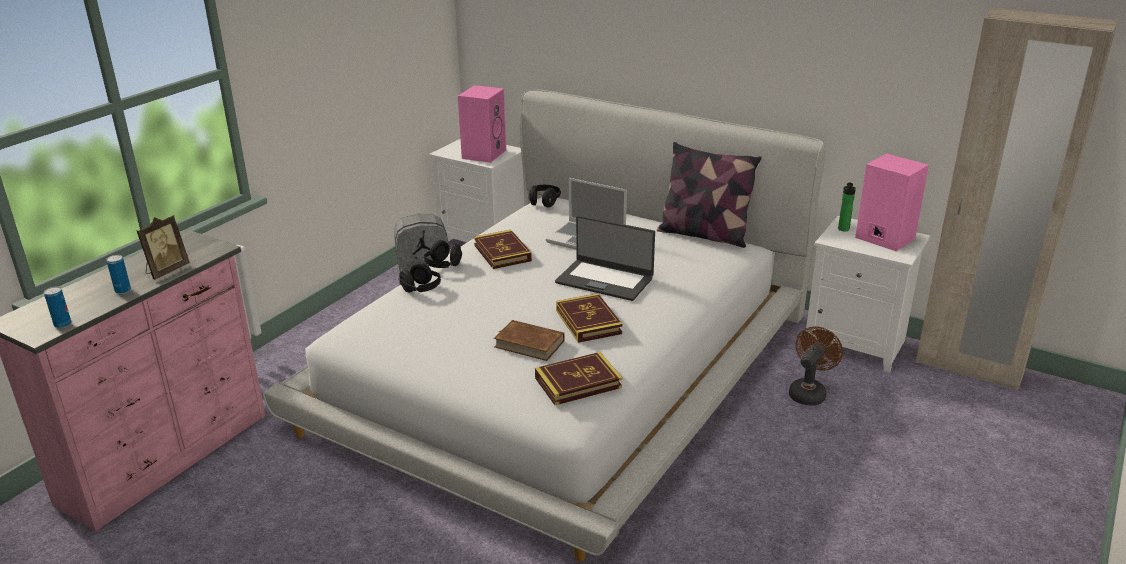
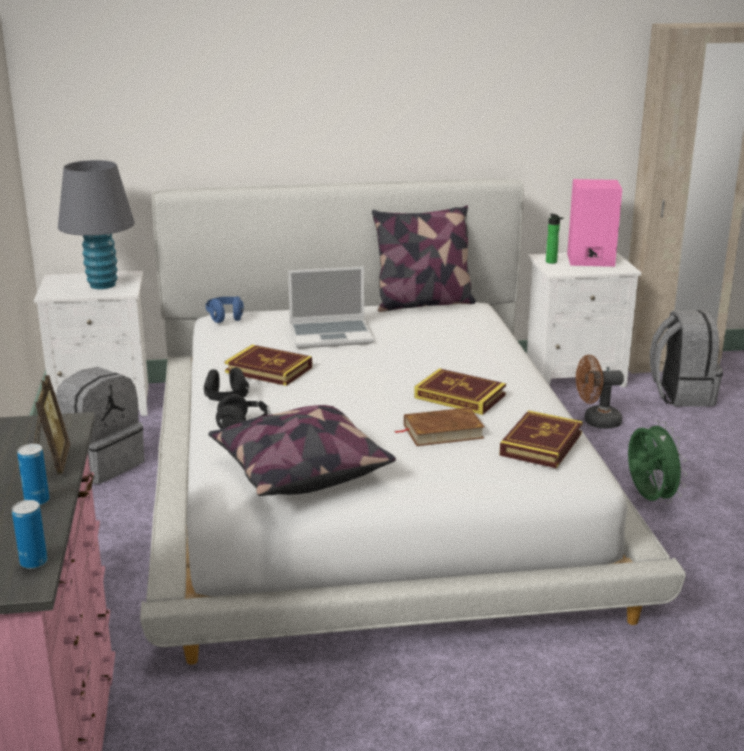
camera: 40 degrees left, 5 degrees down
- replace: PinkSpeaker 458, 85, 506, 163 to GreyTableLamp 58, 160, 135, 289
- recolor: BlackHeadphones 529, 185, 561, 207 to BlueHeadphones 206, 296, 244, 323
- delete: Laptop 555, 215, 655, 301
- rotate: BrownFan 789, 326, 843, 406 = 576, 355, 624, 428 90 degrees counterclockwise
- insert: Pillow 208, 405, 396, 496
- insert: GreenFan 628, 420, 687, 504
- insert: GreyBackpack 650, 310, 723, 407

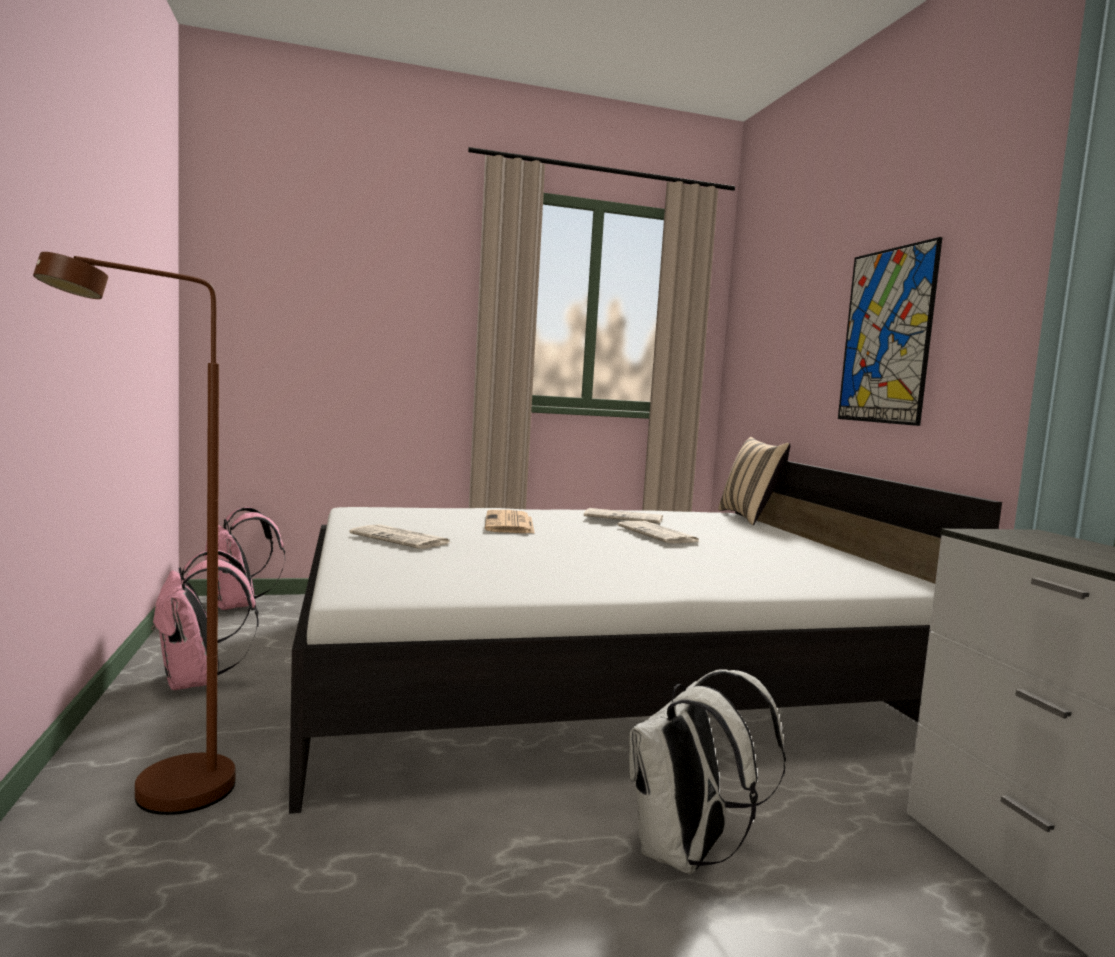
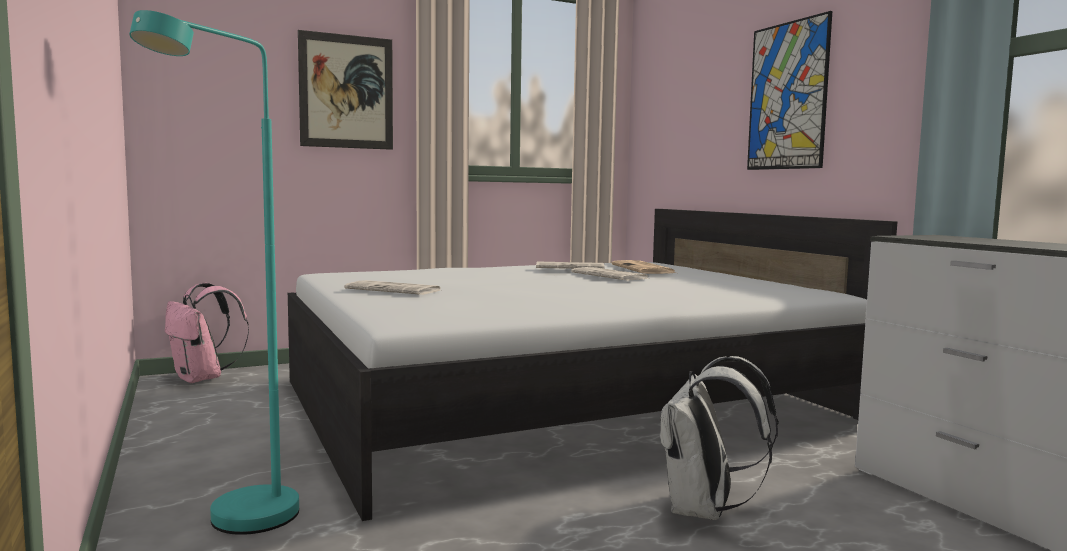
camera: 10 degrees left, 0 degrees up
- recolor: BrownFloorLamp 33, 252, 235, 815 to TurquoiseFloorLamp 129, 10, 299, 535
- delete: PinkBackpack 152, 550, 259, 690
- move: Newspaper 485, 510, 535, 534 to 611, 260, 676, 274
- delete: BeigePillow 718, 437, 790, 525
- insert: Picture 298, 30, 393, 150

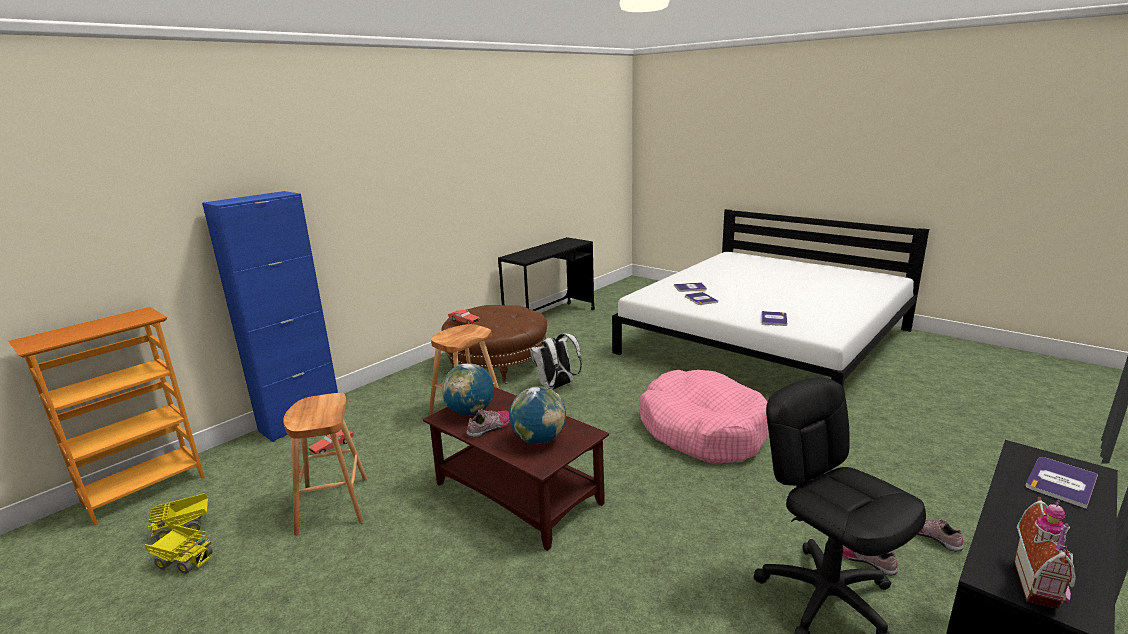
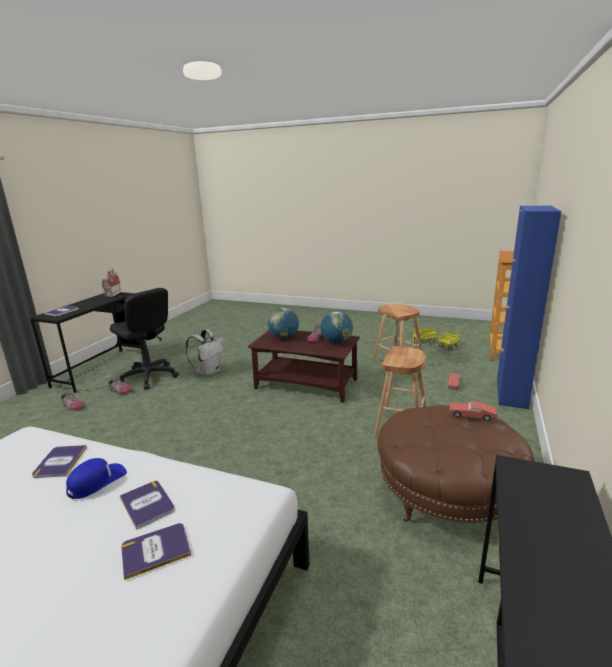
camera: 160 degrees right, 0 degrees up
- move: WhiteBackpack 530, 333, 582, 390 to 186, 329, 224, 377
- delete: PinkDogBed 639, 370, 769, 464
- insert: BlueCap 66, 458, 127, 499

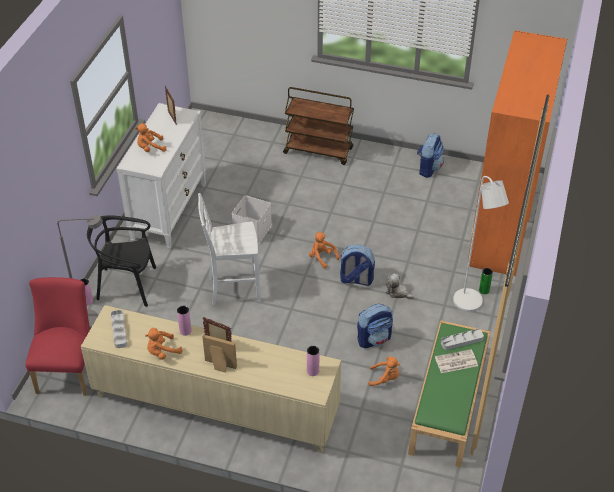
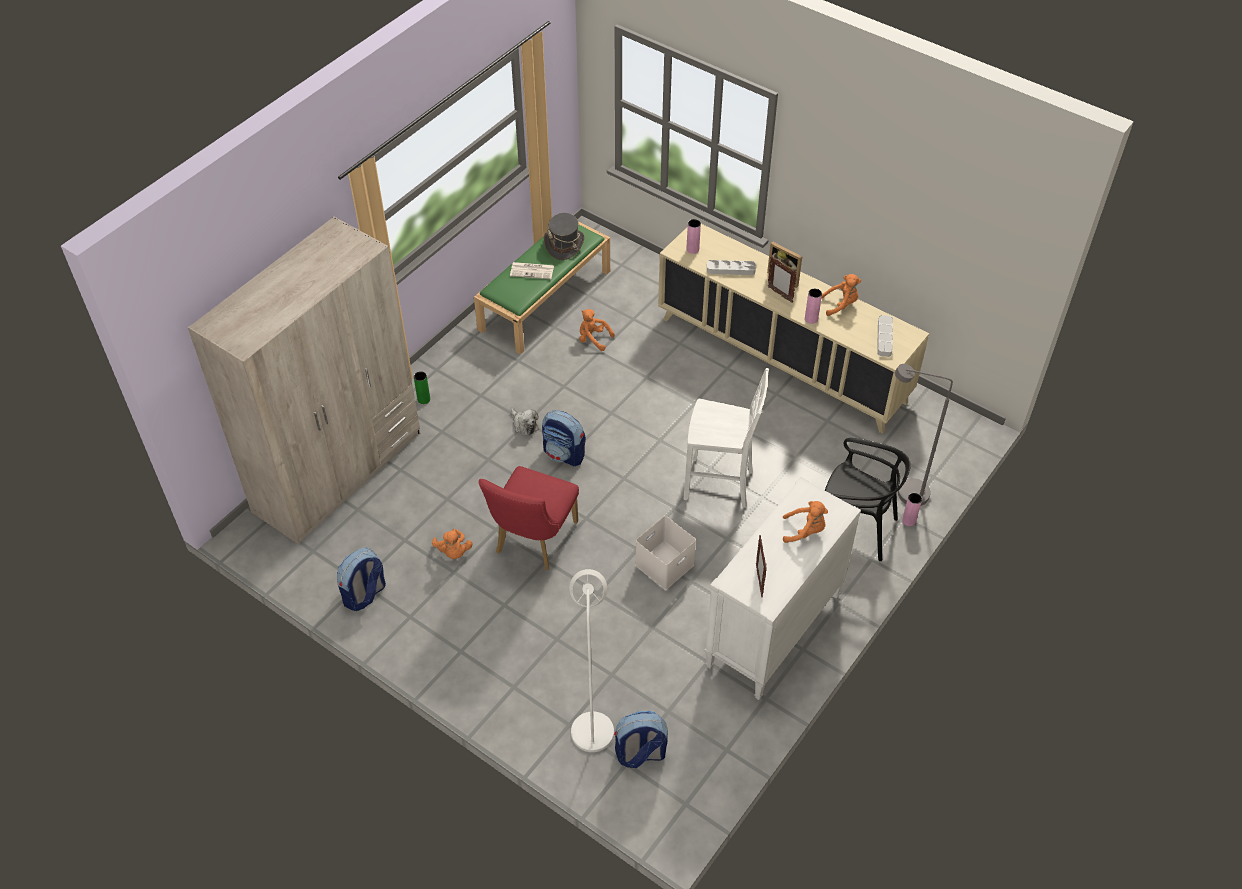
camera: 160 degrees left, 5 degrees up
- move: RedChair 25, 277, 90, 396 to 479, 466, 579, 570
- delete: BrownCart 283, 87, 354, 165
- move: OrangePlushToy 309, 232, 339, 268 to 432, 529, 472, 559
- move: Backpack 357, 304, 393, 348 to 614, 711, 668, 768
- move: GreyTray 441, 329, 484, 350 to 707, 260, 756, 275
- move: WhiteFloorLamp 453, 176, 509, 312 to 569, 569, 614, 752
- recolor: OrangeWardrobe 468, 30, 567, 276 to BeigeWardrobe 188, 216, 420, 544
- insert: GreyHat 544, 213, 584, 260

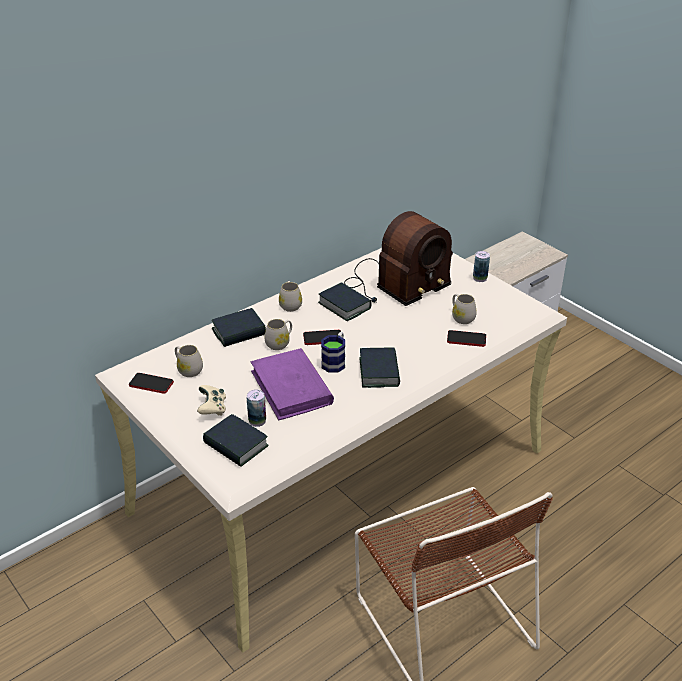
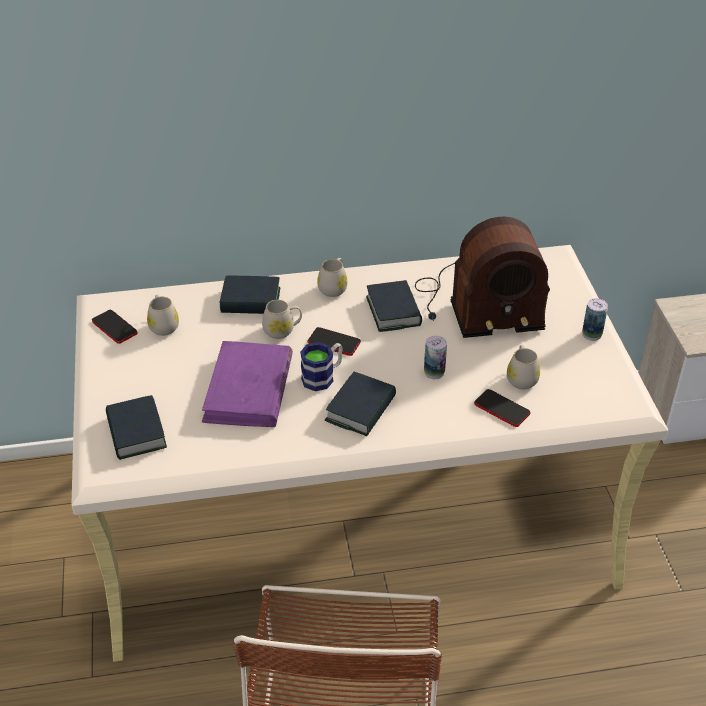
camera: 30 degrees right, 5 degrees up
- delete: BeigeGameController 197, 385, 226, 416
- move: Can 247, 389, 266, 427 to 424, 336, 447, 379

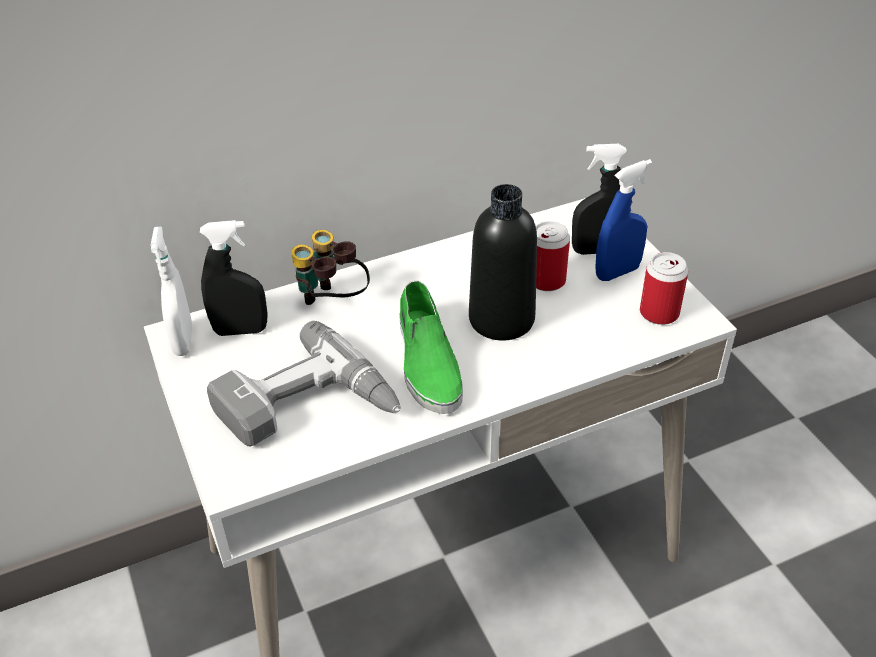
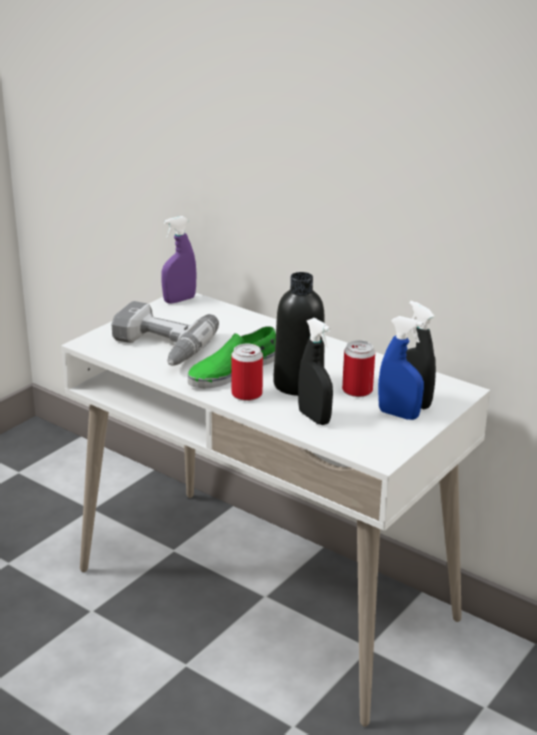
camera: 60 degrees right, 15 degrees down
- recolor: WhiteSprayBottle 151, 227, 192, 356 to PurpleSprayBottle 161, 216, 197, 304
- move: BlackSprayBottle 200, 220, 267, 336 to 298, 318, 333, 425
- delete: Binoculars 291, 230, 370, 305
- move: Can 640, 252, 688, 325 to 231, 344, 263, 401

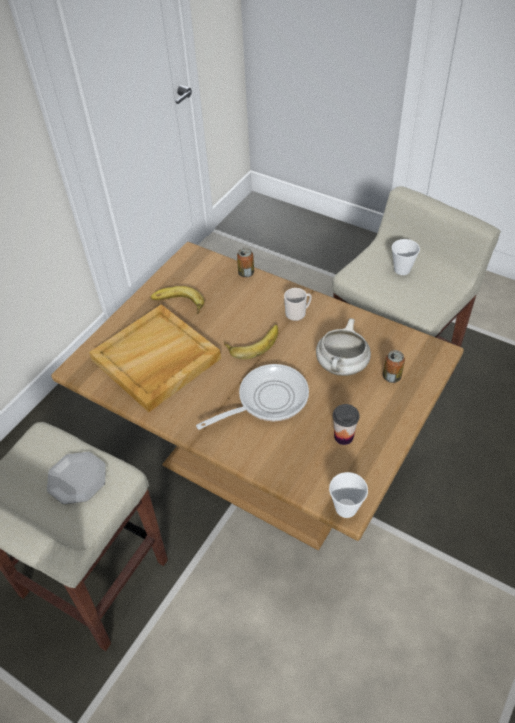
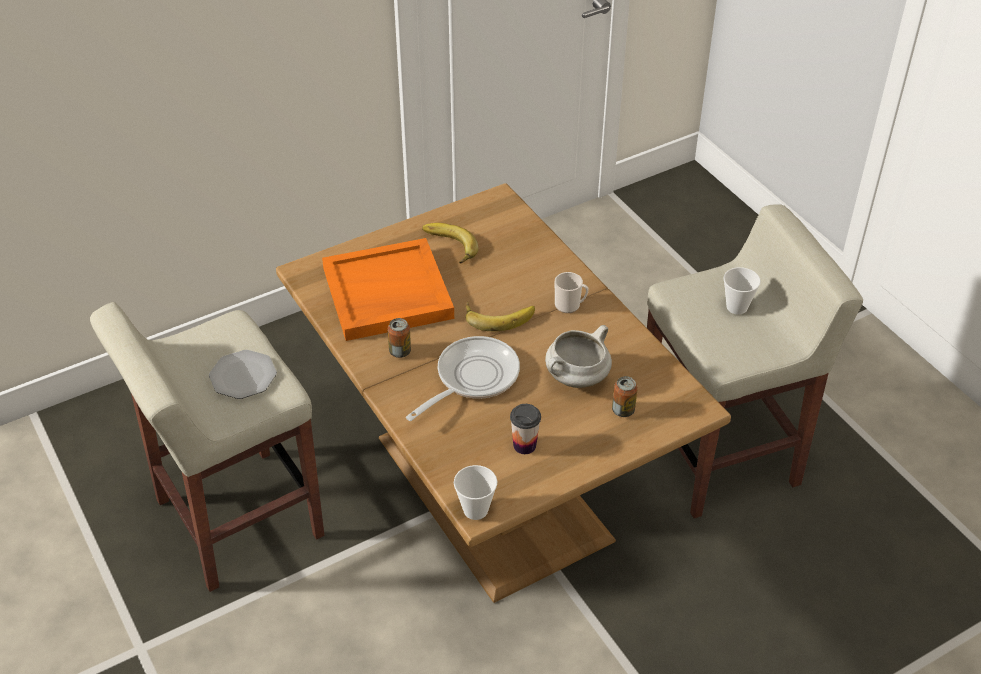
camera: 25 degrees right, 5 degrees down
- recolor: BeigeTray 89, 304, 221, 412 to OrangeTray 322, 238, 454, 341
- rotate: FryingPan 196, 364, 309, 430 = 406, 336, 520, 421 45 degrees counterclockwise
- move: Can 237, 248, 254, 278 to 388, 318, 411, 358

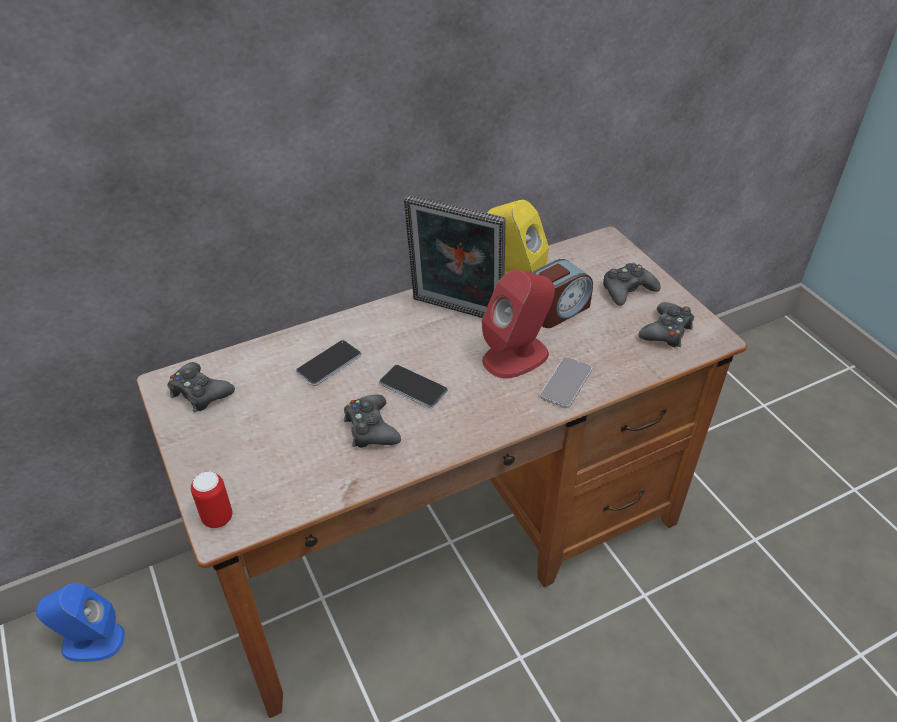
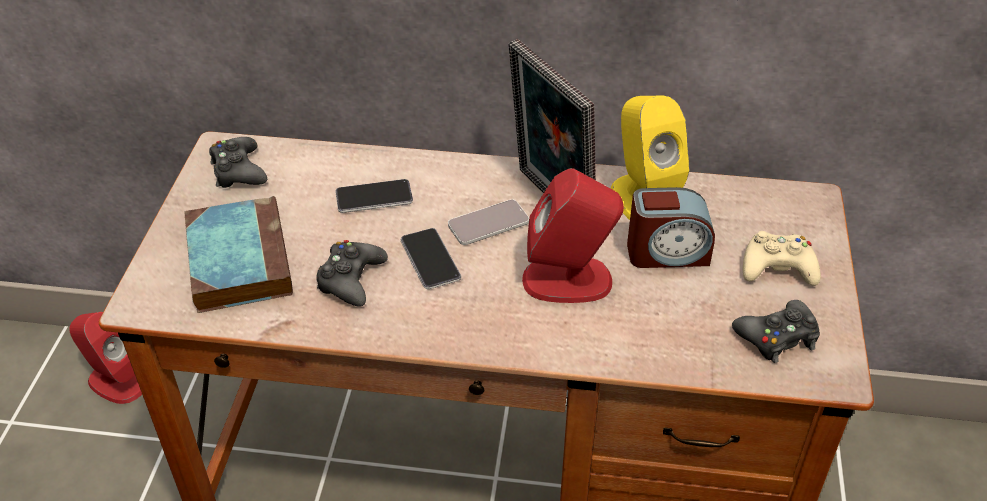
camera: 35 degrees right, 0 degrees up
- recolor: BlueSpeaker 36, 583, 125, 662 to RedSpeaker 70, 312, 142, 404
- delete: Can 191, 471, 233, 528
- move: Phone 540, 357, 592, 408 to 448, 199, 529, 245
- recolor: BlackGameController 603, 263, 661, 306 to BeigeGameController 743, 231, 821, 286
- insert: Book 185, 196, 293, 313

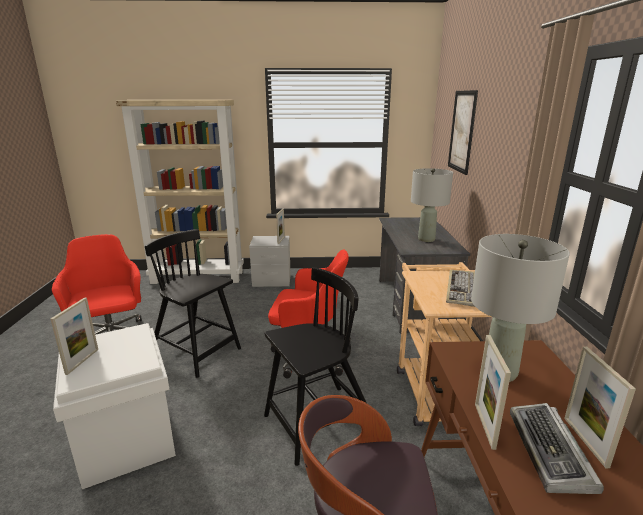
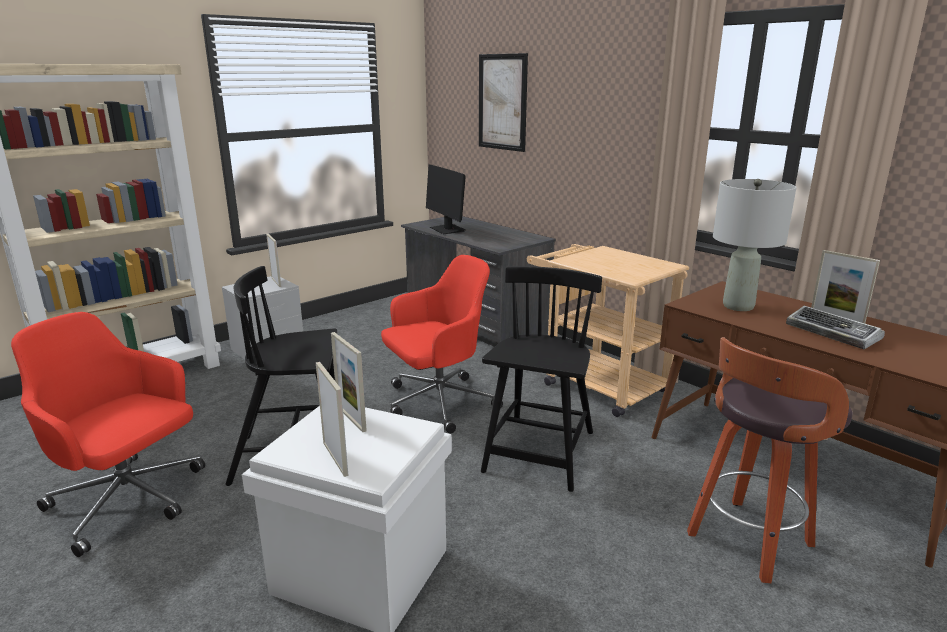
camera: 40 degrees left, 0 degrees up
- delete: GreyTableLamp 411, 168, 453, 242
- delete: Keyboard 446, 270, 475, 307
- move: PictureFrame 475, 335, 511, 450 to 331, 332, 367, 432
- insert: Monitor 426, 164, 466, 234

